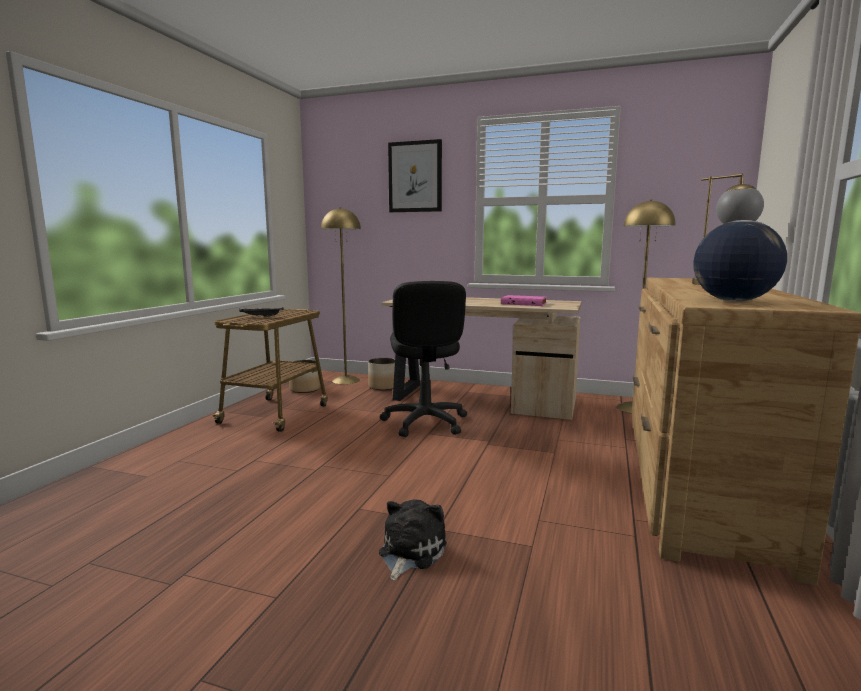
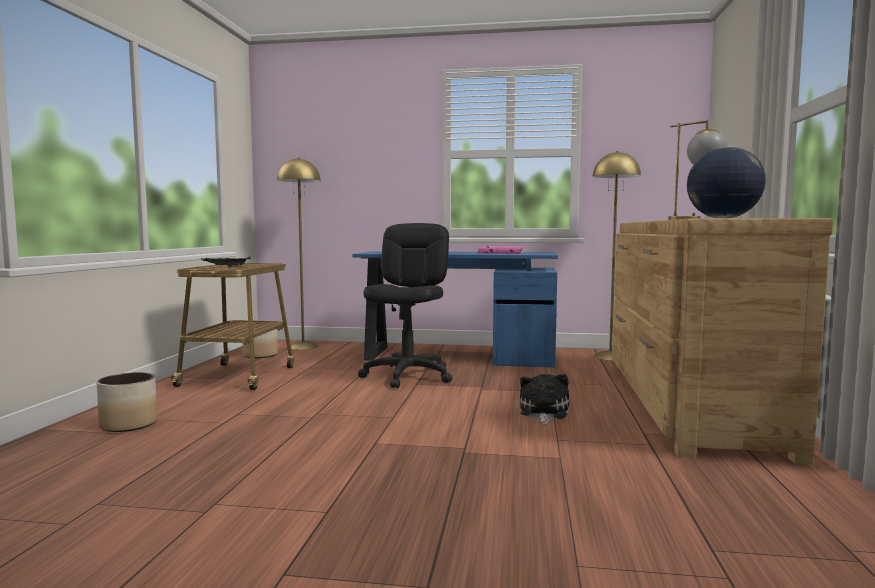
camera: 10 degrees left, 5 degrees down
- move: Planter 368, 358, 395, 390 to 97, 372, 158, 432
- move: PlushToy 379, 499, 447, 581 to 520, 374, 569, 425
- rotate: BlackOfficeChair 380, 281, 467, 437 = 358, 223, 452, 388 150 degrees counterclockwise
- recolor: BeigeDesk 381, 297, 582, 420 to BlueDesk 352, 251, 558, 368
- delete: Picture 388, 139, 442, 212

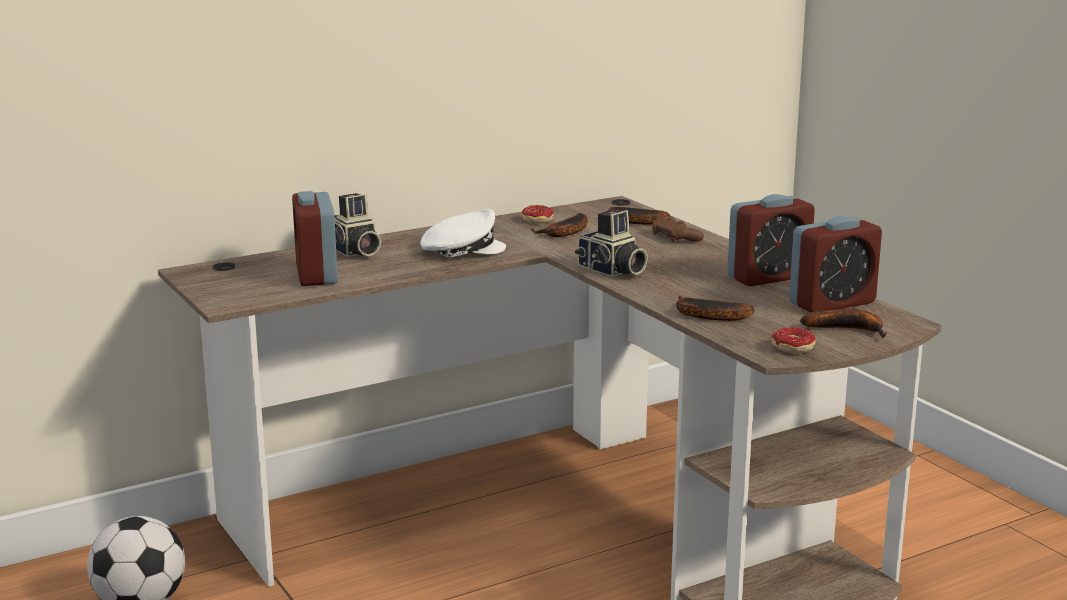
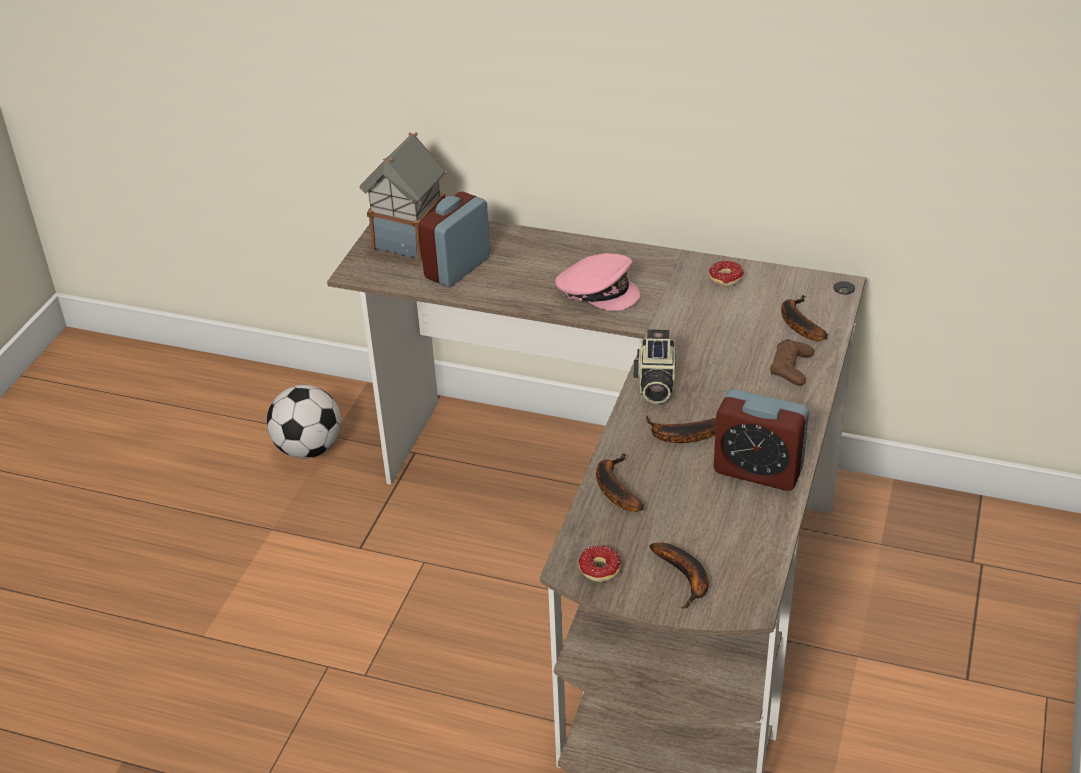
camera: 50 degrees right, 20 degrees up
- delete: PhotoCamera 335, 193, 381, 257
- recolor: WhiteCap 420, 209, 506, 257 to PinkCap 555, 253, 640, 311
- move: Banana 531, 213, 588, 237 to 646, 415, 716, 443
- delete: AlarmClock 789, 216, 882, 312
- insert: ToyHouse 359, 132, 446, 261

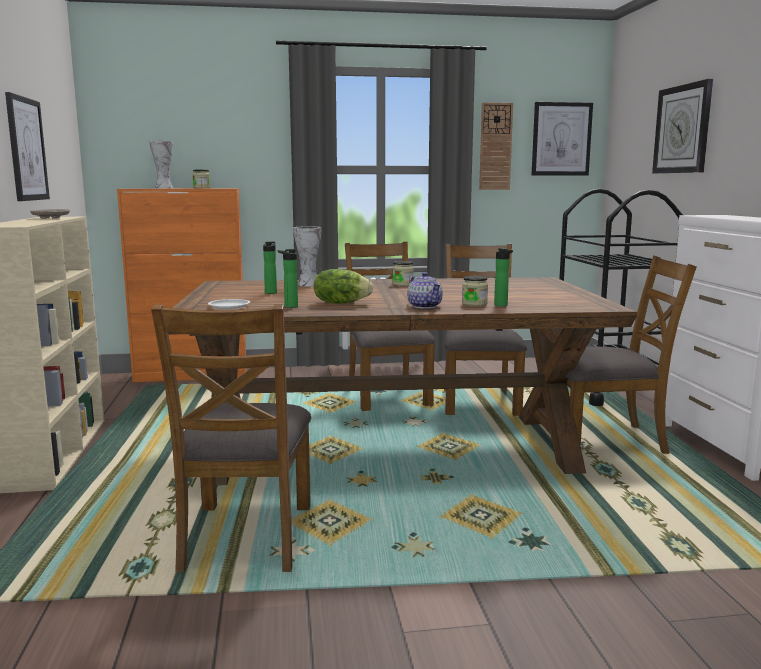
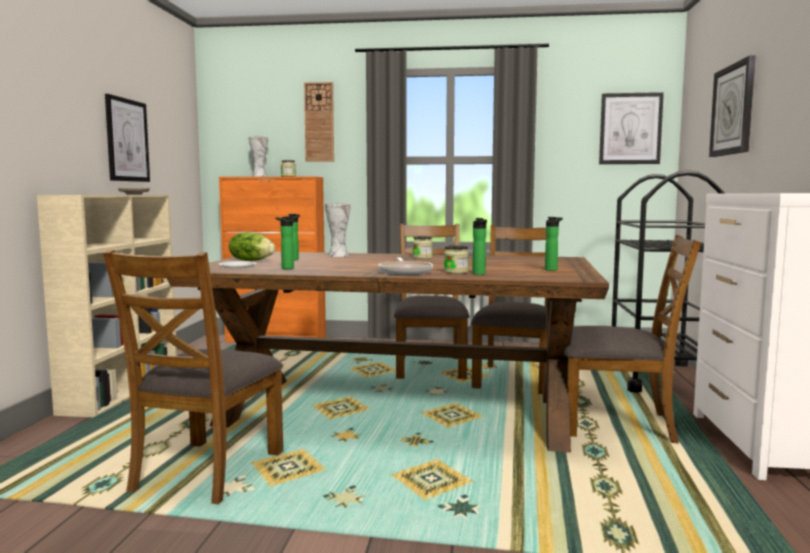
camera: 15 degrees right, 5 degrees down
- move: Lettuce 314, 269, 373, 303 to 229, 232, 275, 261
- replace: Teapot 407, 272, 443, 308 to FryingPan 378, 258, 433, 275
- move: WallClock 479, 102, 513, 190 to 304, 82, 334, 162
- insert: Bottle 545, 217, 563, 271

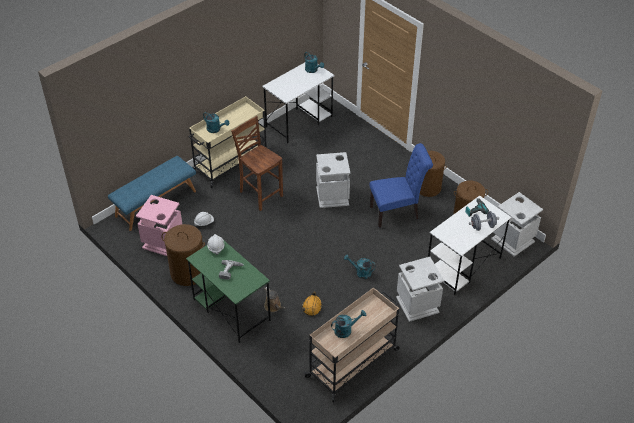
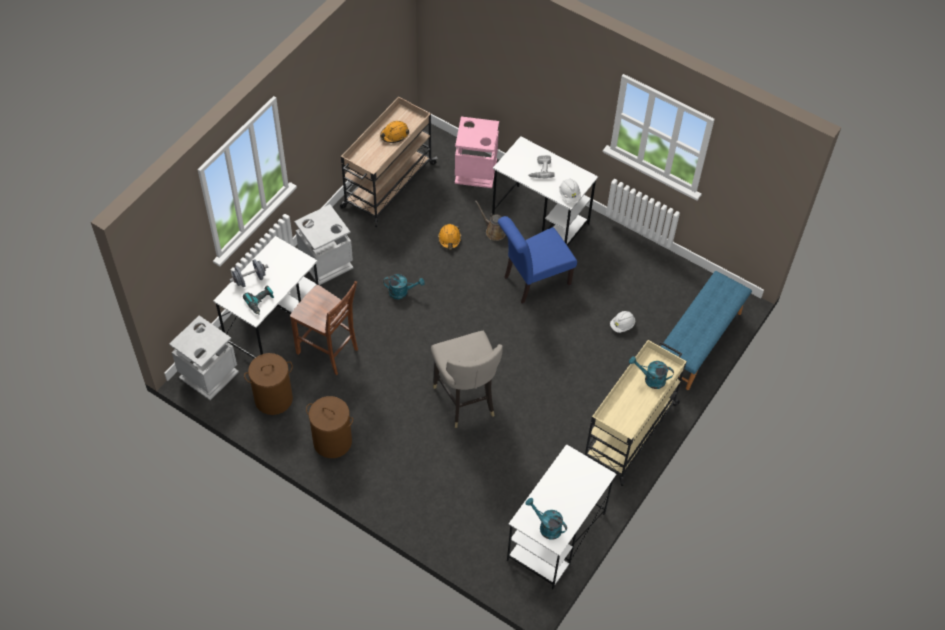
camera: 165 degrees right, 10 degrees up
- move: PinkTrashCan 136, 195, 182, 256 to 455, 116, 499, 188
- delete: BrownLaundryBasket 161, 224, 205, 286
- recolor: GreenDesk 186, 241, 271, 343 to WhiteDesk 492, 136, 598, 246
- move: BrownChair 231, 116, 283, 211 to 290, 281, 358, 375
- replace: GreyTrashCan 316, 152, 350, 208 to GreyStool 431, 331, 503, 428
- replace: TurquoiseWateringCan 331, 310, 366, 338 to OrangeHardHat 380, 121, 409, 143
- move: BlueChair 369, 143, 433, 228 to 498, 216, 577, 304

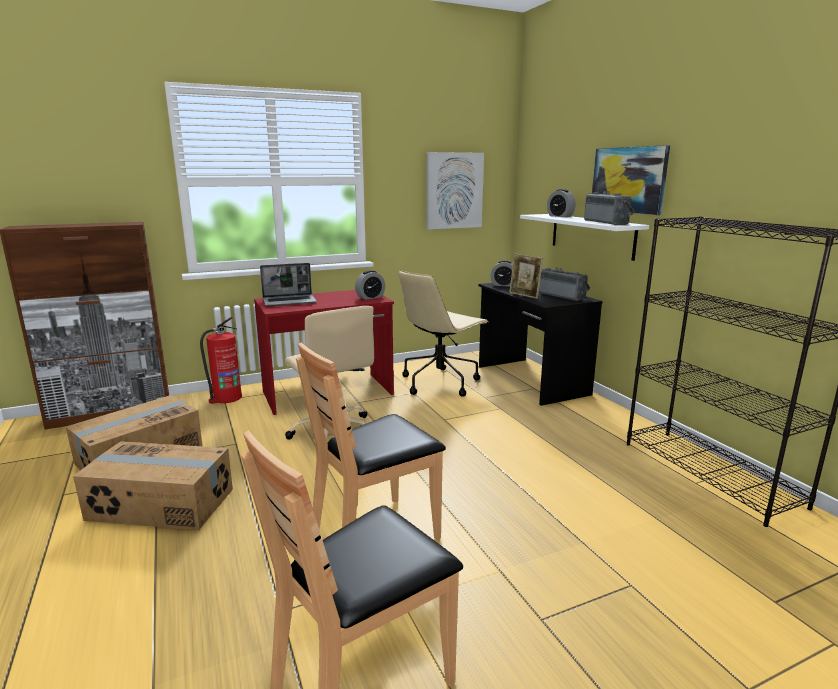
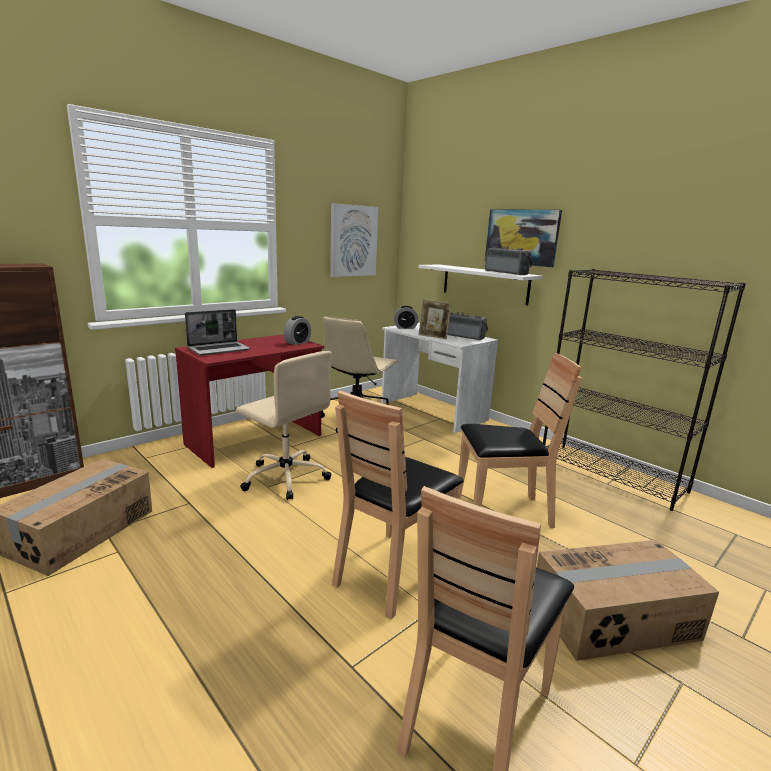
camera: 20 degrees left, 0 degrees up
- move: CardboardBox 73, 441, 233, 530 to 537, 540, 719, 661
- delete: FireExtinguisher 200, 317, 242, 404
- recolor: BlackDesk 478, 283, 603, 406 to WhiteDesk 381, 323, 499, 433
- delete: AlarmClock 547, 189, 576, 217
- insert: BrownChair 458, 352, 582, 528

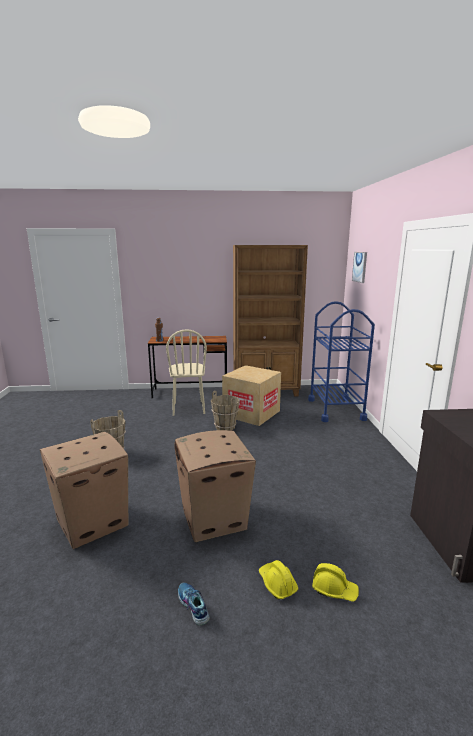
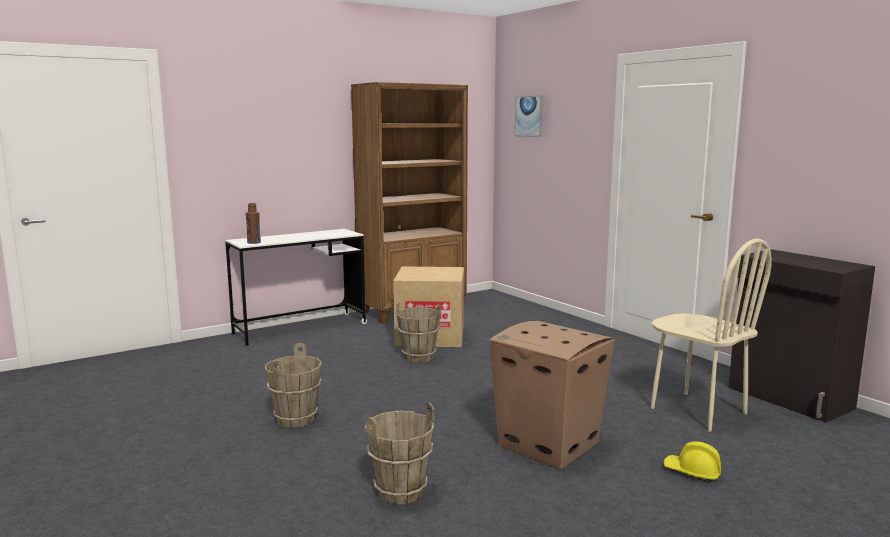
camera: 30 degrees left, 5 degrees down
- replace: CardboardBox 40, 432, 129, 549 to BrownBucket 365, 402, 434, 505
- recolor: BrownDesk 148, 336, 227, 398 to WhiteDesk 225, 229, 367, 346
- move: BeigeChair 166, 329, 207, 416 to 651, 239, 772, 432
- delete: Shoe 178, 583, 209, 625
- delete: BlueCart 308, 301, 375, 422
- delete: YellowHardHat 312, 563, 359, 602

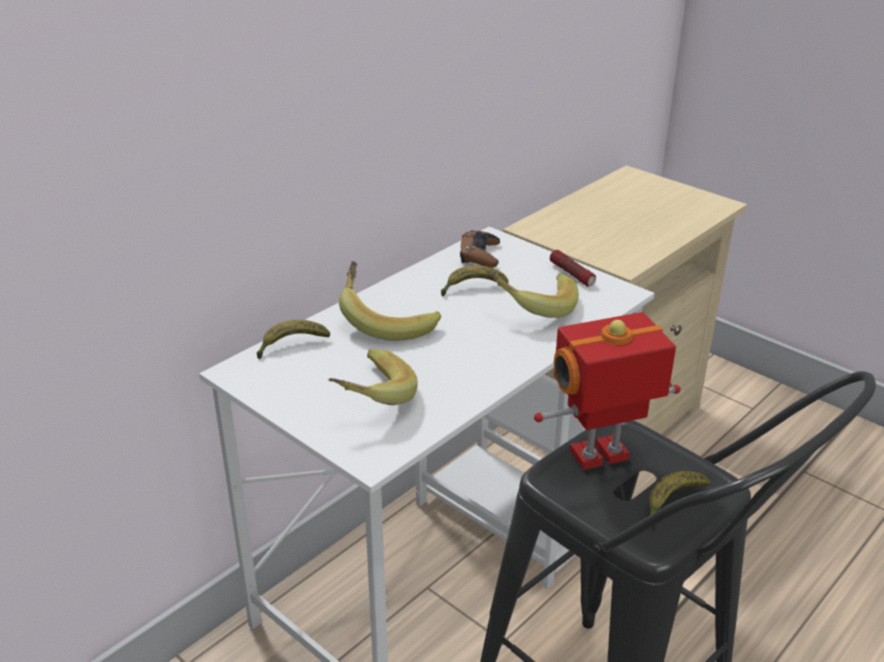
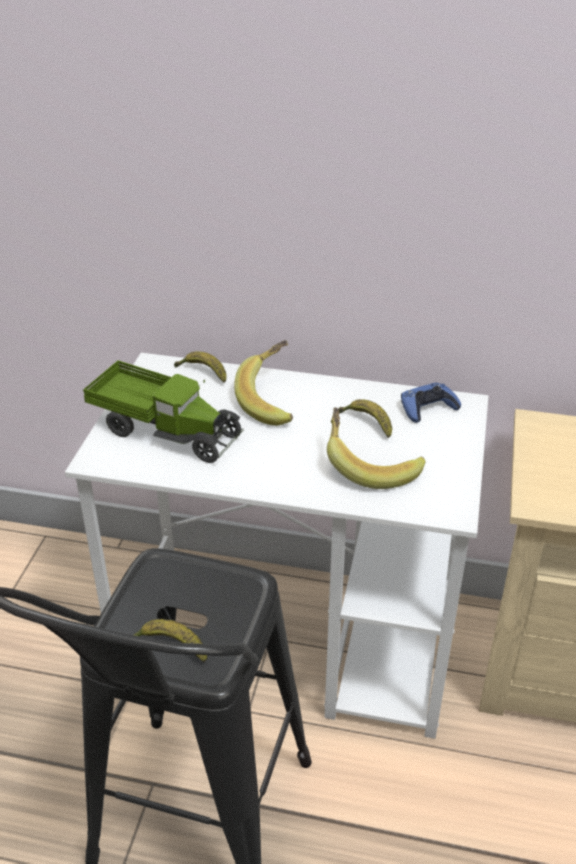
camera: 60 degrees right, 5 degrees up
- replace: Banana 328, 349, 418, 405 to ToyTruck 83, 360, 243, 463
- recolor: BrownGameController 460, 230, 500, 268 to BlueGameController 401, 383, 461, 423
- delete: ToyRobot 534, 312, 681, 470
- delete: Flashlight 550, 250, 596, 287

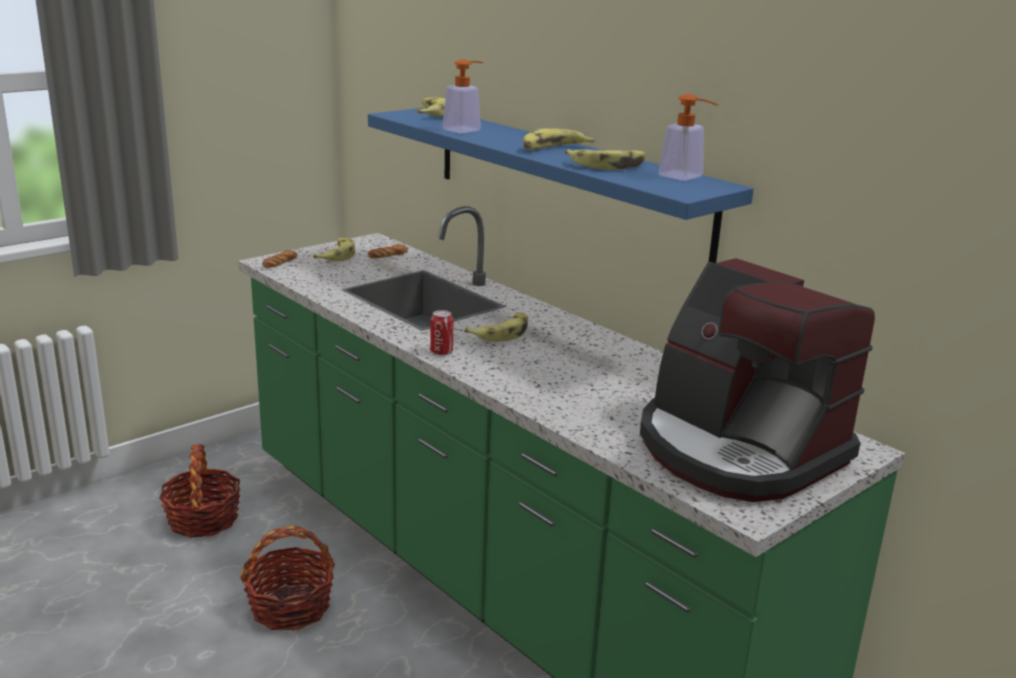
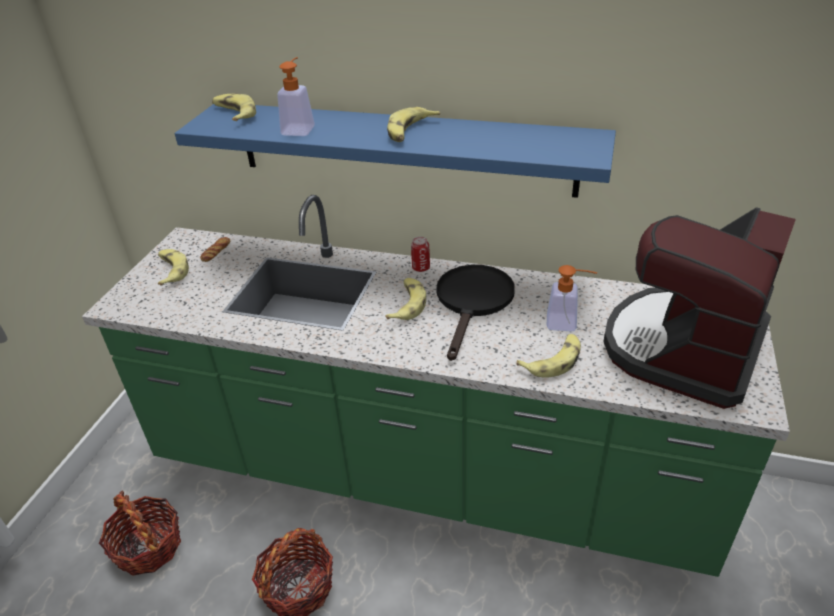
camera: 30 degrees left, 15 degrees up
- delete: Bread 262, 250, 297, 268
- move: Can 430, 310, 453, 355 to 411, 236, 430, 272
- move: Banana 565, 149, 646, 170 to 516, 334, 581, 378
- rotate: CoffeeMachine 640, 258, 875, 502 = 603, 207, 796, 409 105 degrees clockwise
- move: SoapDispenser 658, 94, 718, 181 to 547, 265, 597, 332
- insert: BlackFryingPan 436, 265, 515, 361

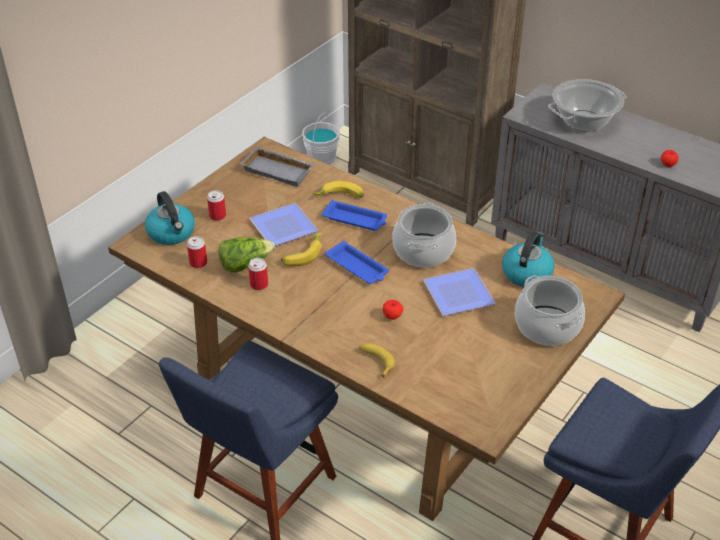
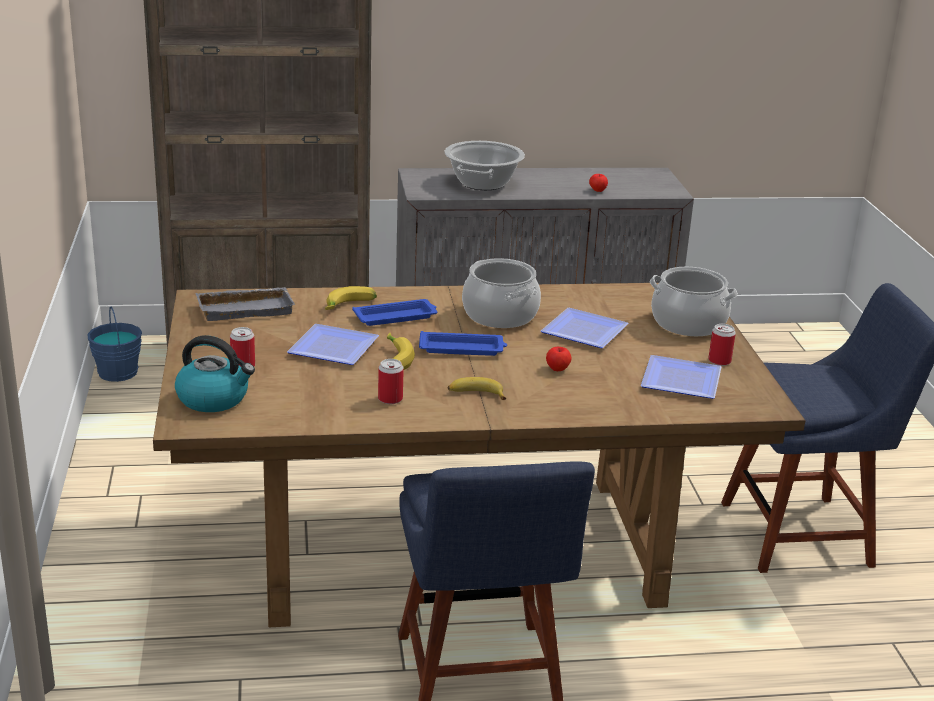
camera: 45 degrees left, 15 degrees down
- move: Can 187, 236, 207, 268 to 708, 324, 736, 366
- delete: Lettuce 218, 237, 275, 273
- recolor: WhiteBucket 302, 113, 340, 165 to BlueBucket 88, 307, 142, 382
- move: Banana 359, 343, 395, 378 to 448, 377, 506, 400
- delete: Kettle 502, 231, 554, 287
- insert: Plate 641, 355, 722, 399

